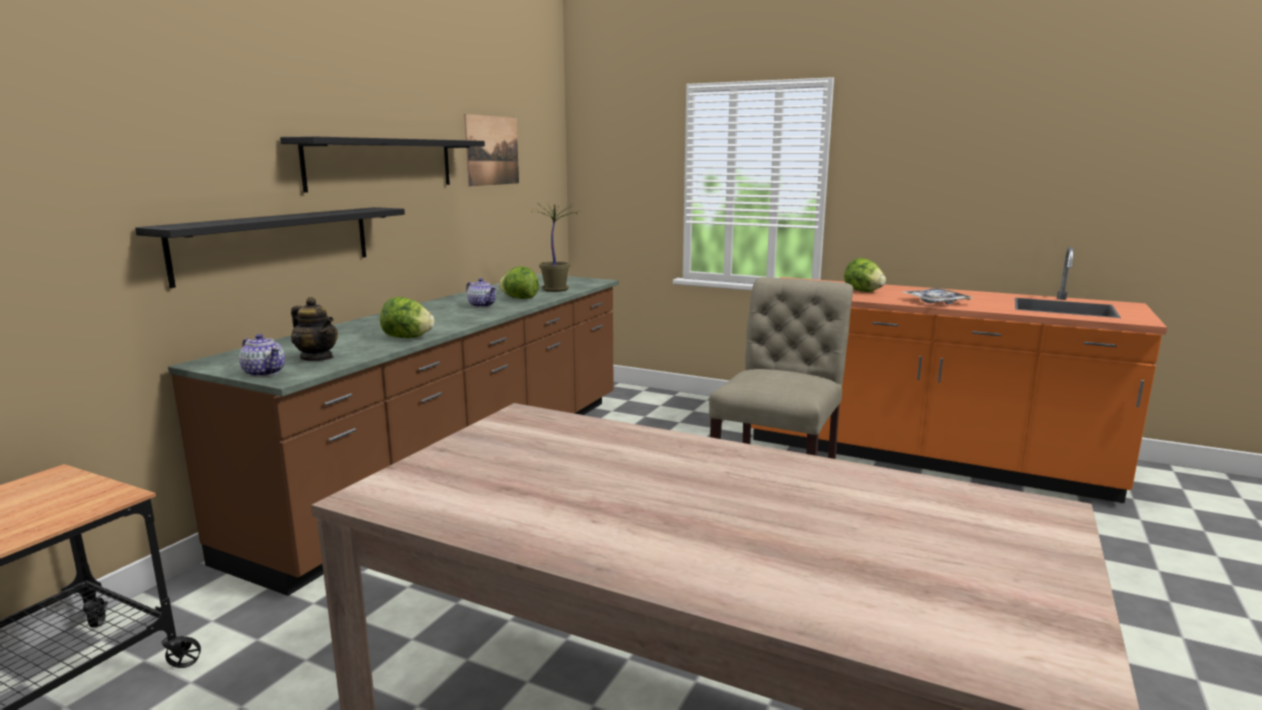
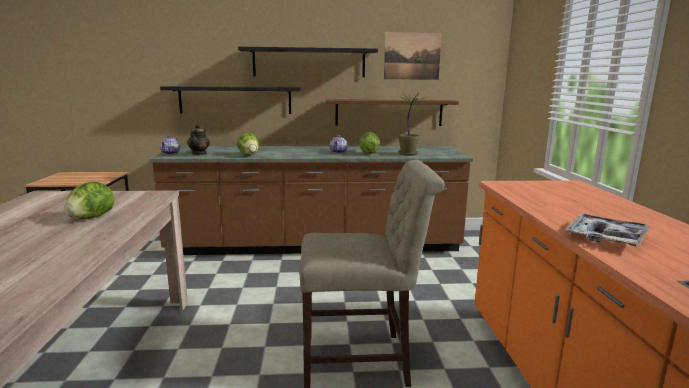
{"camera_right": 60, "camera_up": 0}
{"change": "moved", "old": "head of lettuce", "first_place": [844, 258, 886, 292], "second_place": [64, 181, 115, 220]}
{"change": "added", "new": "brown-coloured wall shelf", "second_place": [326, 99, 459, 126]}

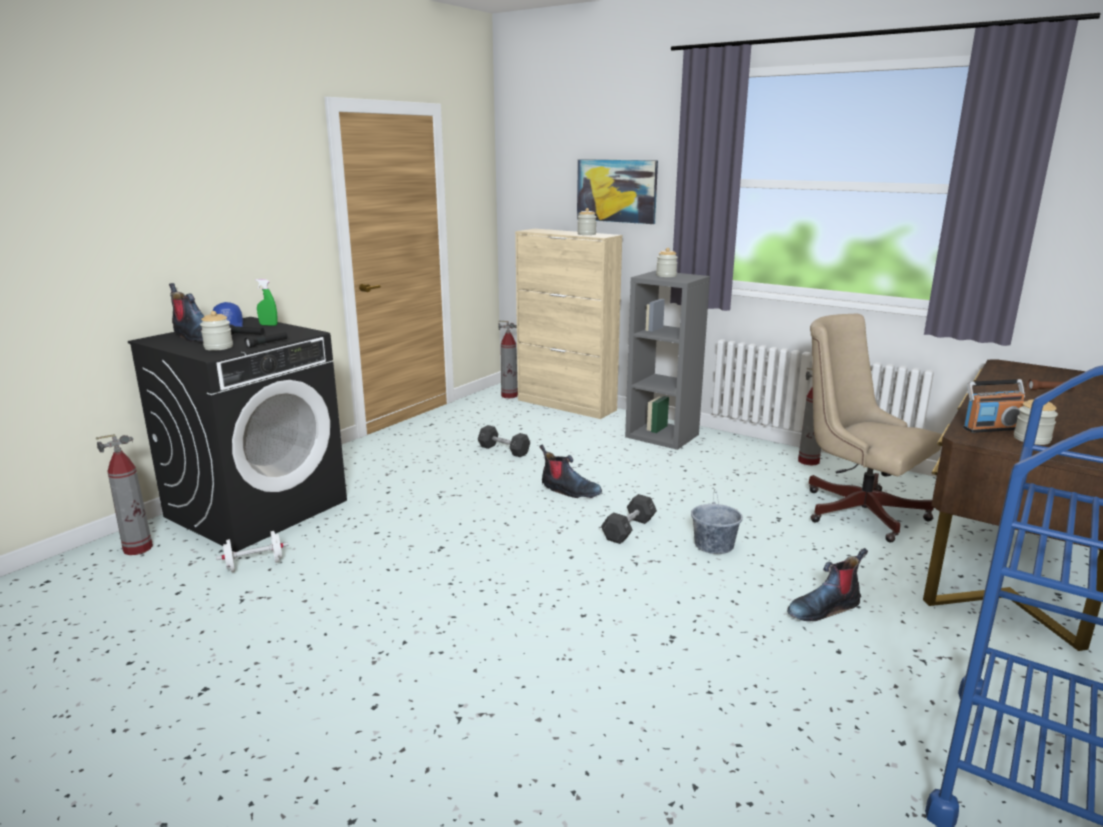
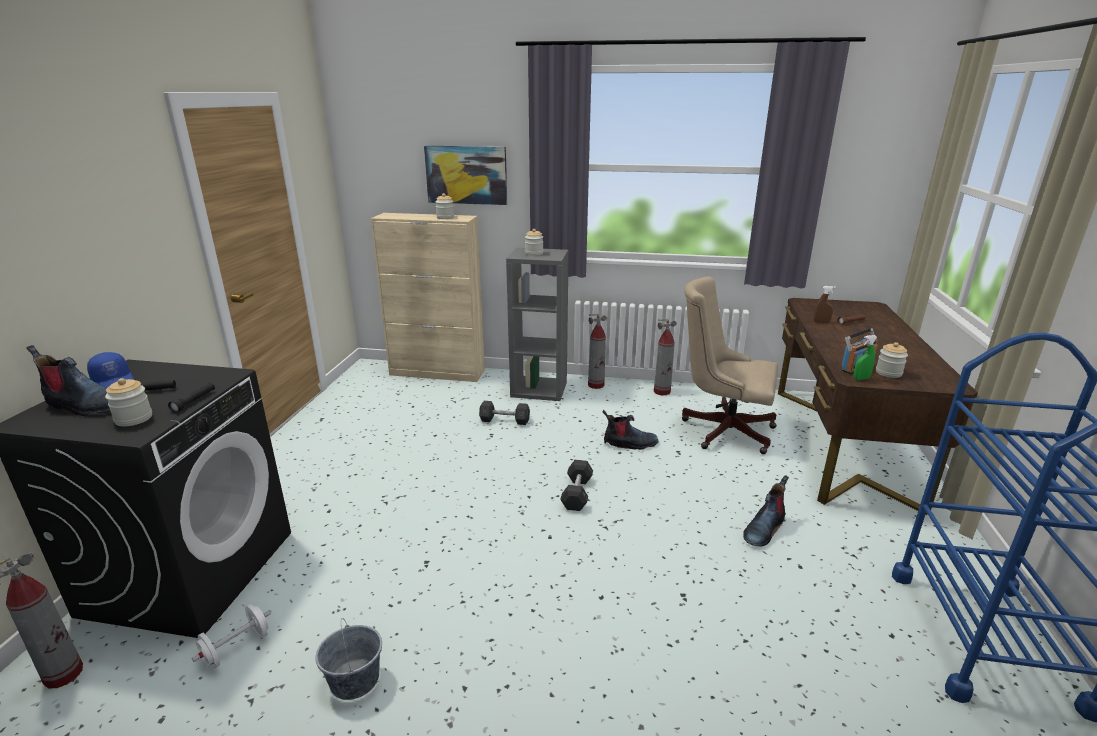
{"camera_right": -25, "camera_up": 5}
{"change": "moved", "old": "green sprayer", "first_place": [255, 279, 278, 326], "second_place": [853, 335, 877, 380]}
{"change": "moved", "old": "extinguisher", "first_place": [499, 320, 518, 398], "second_place": [588, 314, 607, 389]}
{"change": "moved", "old": "greyish hand weight", "first_place": [478, 425, 530, 457], "second_place": [479, 401, 530, 425]}
{"change": "moved", "old": "high-top boot", "first_place": [539, 445, 602, 498], "second_place": [603, 410, 658, 450]}
{"change": "moved", "old": "greyish pail", "first_place": [691, 489, 743, 554], "second_place": [316, 618, 382, 700]}
{"change": "added", "new": "brown-coloured sprayer", "second_place": [814, 286, 836, 323]}

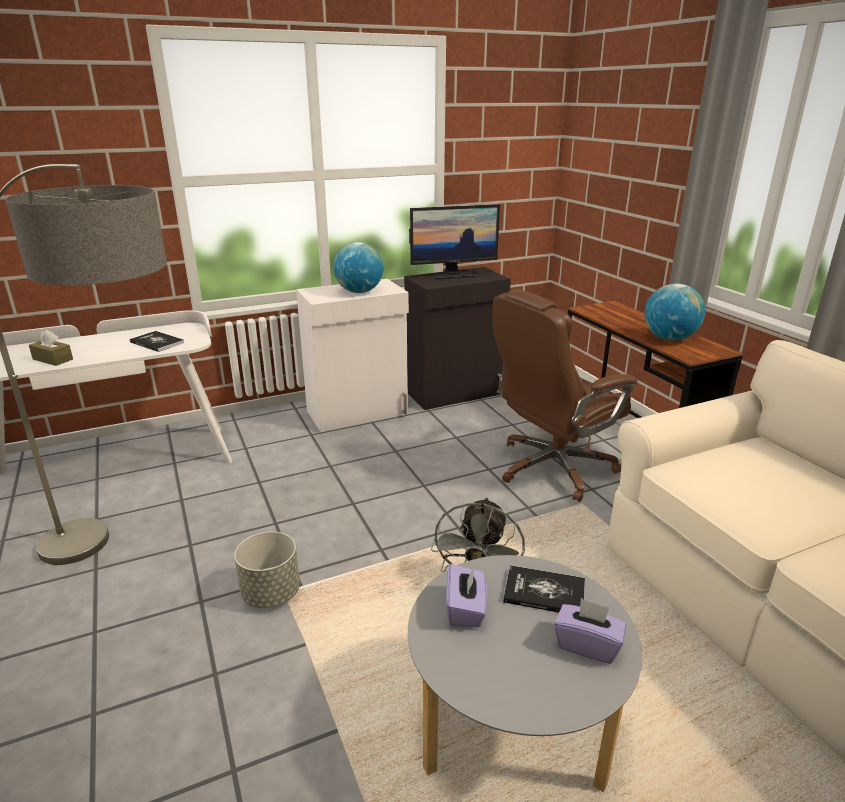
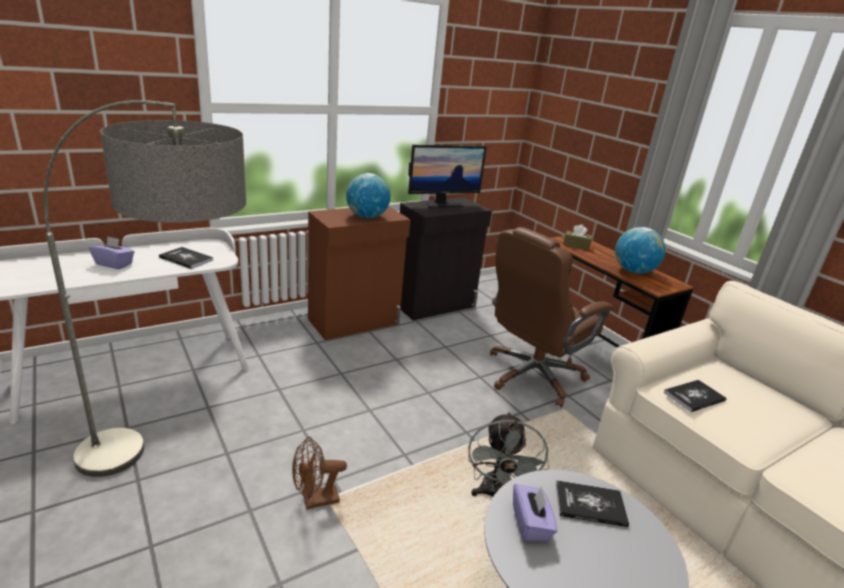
{"camera_right": -10, "camera_up": 0}
{"change": "recoloured", "old": "whitish storage cabinet", "new": "brown-coloured storage cabinet", "first_place": [296, 279, 409, 432], "second_place": [308, 206, 411, 340]}
{"change": "moved", "old": "brown-coloured tissue holder", "first_place": [29, 330, 73, 366], "second_place": [563, 224, 592, 250]}
{"change": "replaced", "old": "greyish flower pot", "new": "brown-coloured electric fan", "first_place": [234, 532, 300, 608], "second_place": [292, 437, 347, 509]}
{"change": "moved", "old": "purple-coloured tissue holder", "first_place": [554, 598, 626, 664], "second_place": [89, 236, 134, 269]}
{"change": "added", "new": "bound book", "second_place": [664, 380, 727, 412]}

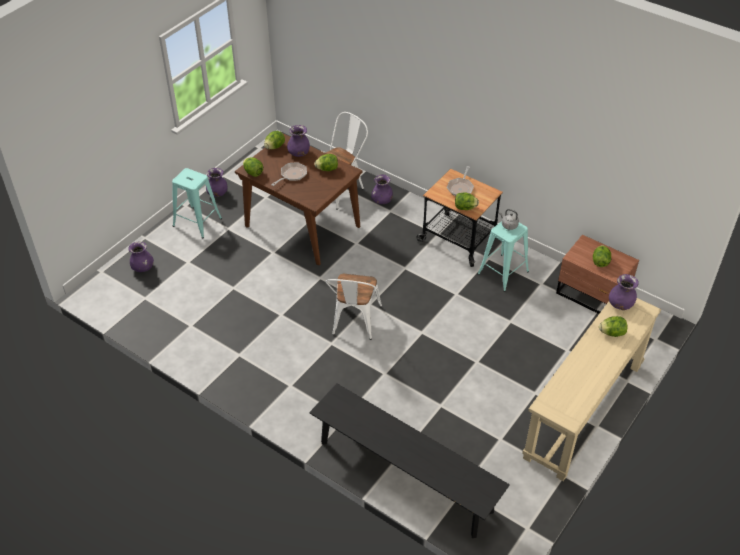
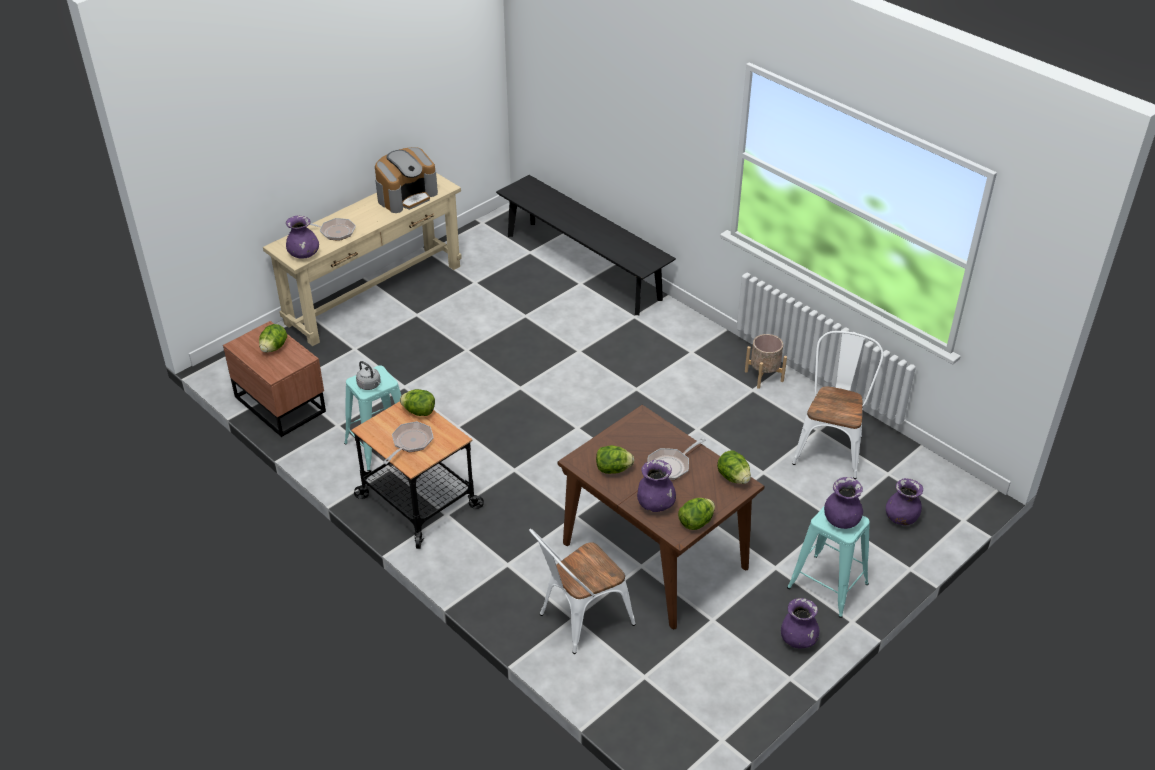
{"camera_right": -170, "camera_up": -5}
{"change": "moved", "old": "purple-coloured vase", "first_place": [371, 174, 393, 204], "second_place": [824, 477, 863, 529]}
{"change": "moved", "old": "whitish chair", "first_place": [325, 274, 382, 340], "second_place": [792, 331, 884, 479]}
{"change": "replaced", "old": "head of lettuce", "new": "pan", "first_place": [599, 316, 628, 337], "second_place": [310, 218, 356, 241]}
{"change": "added", "new": "coffee maker", "second_place": [375, 147, 438, 213]}
{"change": "added", "new": "sand-coloured flower pot", "second_place": [745, 334, 787, 389]}

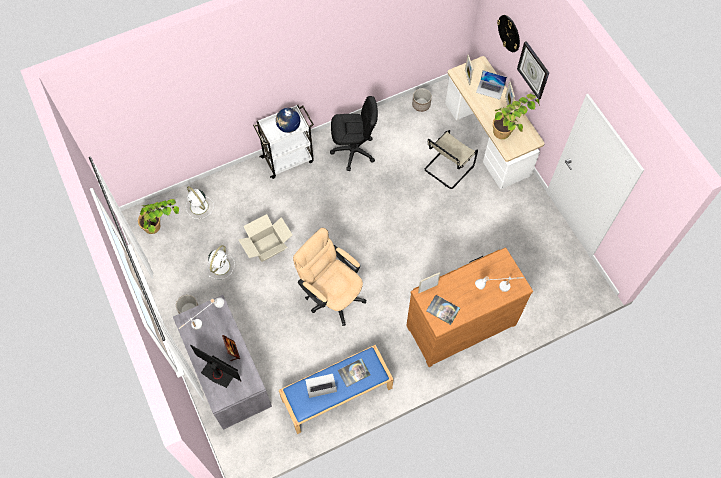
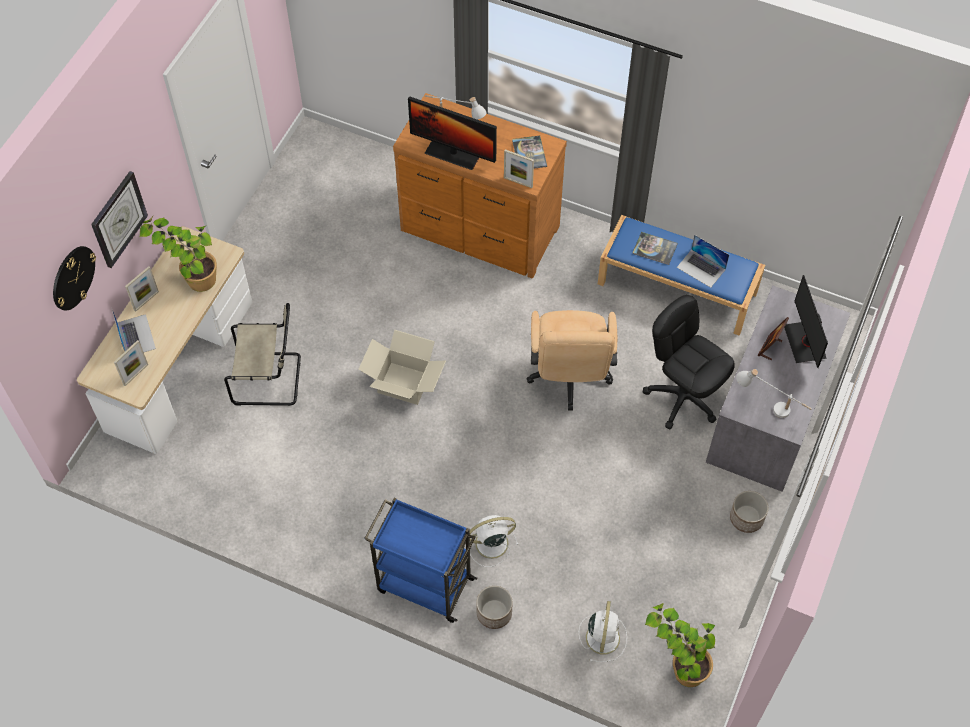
{"camera_right": -130, "camera_up": -5}
{"change": "moved", "old": "flower pot", "first_place": [412, 89, 432, 112], "second_place": [476, 586, 513, 629]}
{"change": "moved", "old": "blackish office chair", "first_place": [330, 96, 378, 171], "second_place": [643, 295, 735, 429]}
{"change": "recoloured", "old": "whitish cart", "new": "blue-coloured cart", "first_place": [253, 105, 314, 179], "second_place": [364, 498, 477, 623]}
{"change": "removed", "old": "world globe", "first_place": [276, 108, 300, 133]}
{"change": "moved", "old": "cardboard box", "first_place": [239, 214, 293, 262], "second_place": [358, 330, 446, 405]}
{"change": "moved", "old": "whitish electric fan", "first_place": [207, 245, 235, 279], "second_place": [470, 515, 519, 567]}
{"change": "added", "new": "computer screen", "second_place": [408, 96, 497, 170]}

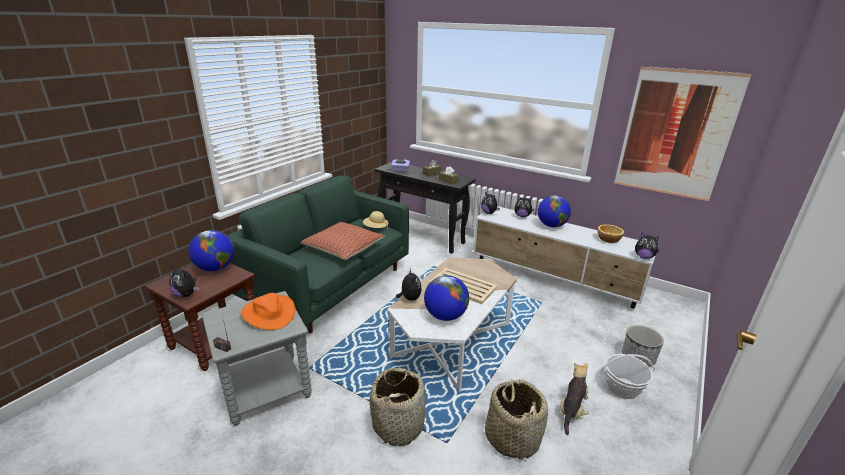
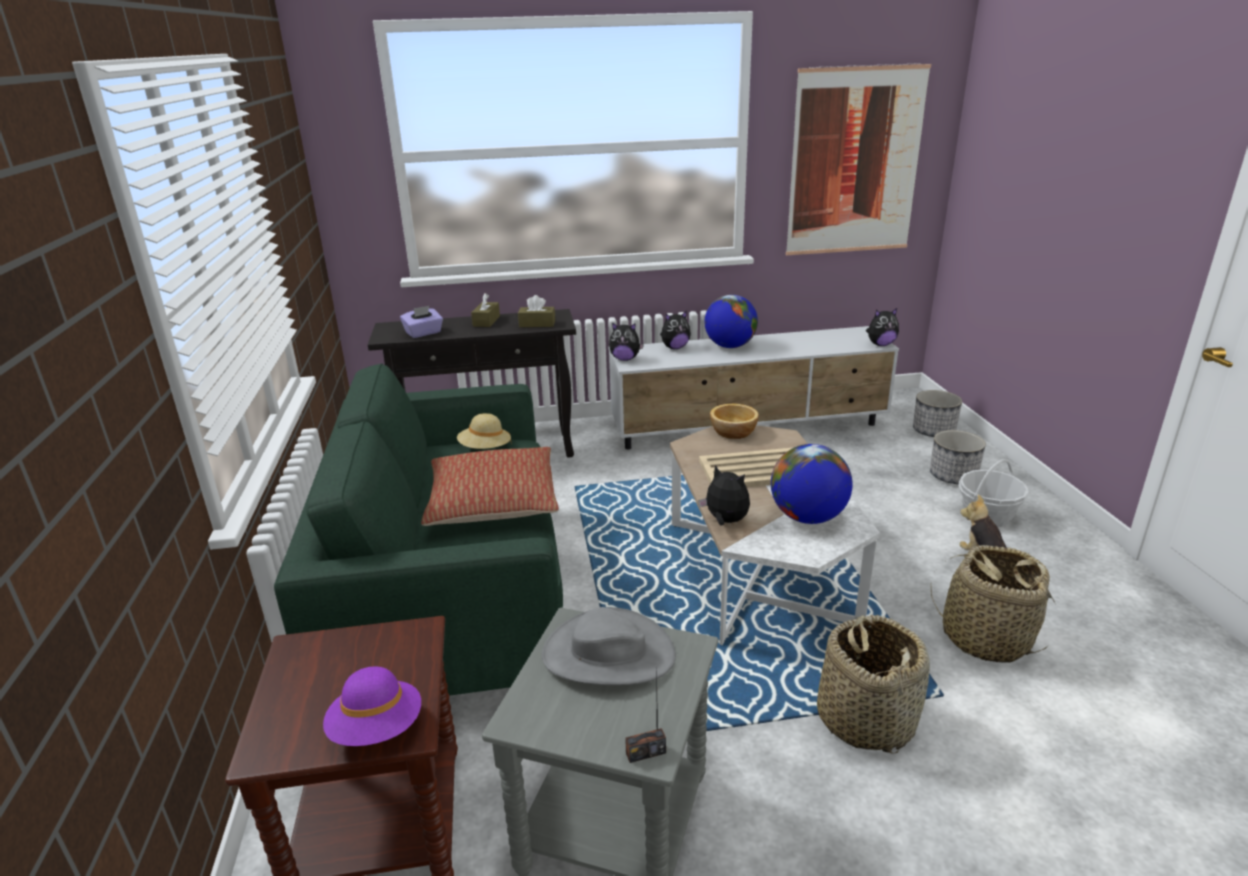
{"camera_right": -40, "camera_up": 0}
{"change": "moved", "old": "deep dish", "first_place": [598, 224, 624, 243], "second_place": [710, 404, 759, 439]}
{"change": "removed", "old": "world globe", "first_place": [189, 230, 234, 271]}
{"change": "replaced", "old": "plush toy", "new": "purple-coloured clothing hat", "first_place": [169, 265, 199, 297], "second_place": [323, 666, 421, 746]}
{"change": "recoloured", "old": "orange-coloured clothing hat", "new": "greyish clothing hat", "first_place": [241, 293, 295, 330], "second_place": [542, 607, 676, 685]}
{"change": "added", "new": "flower pot", "second_place": [913, 390, 962, 437]}

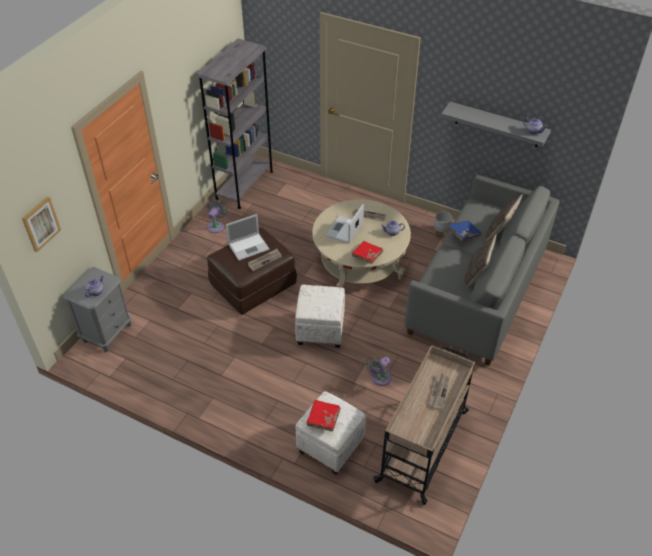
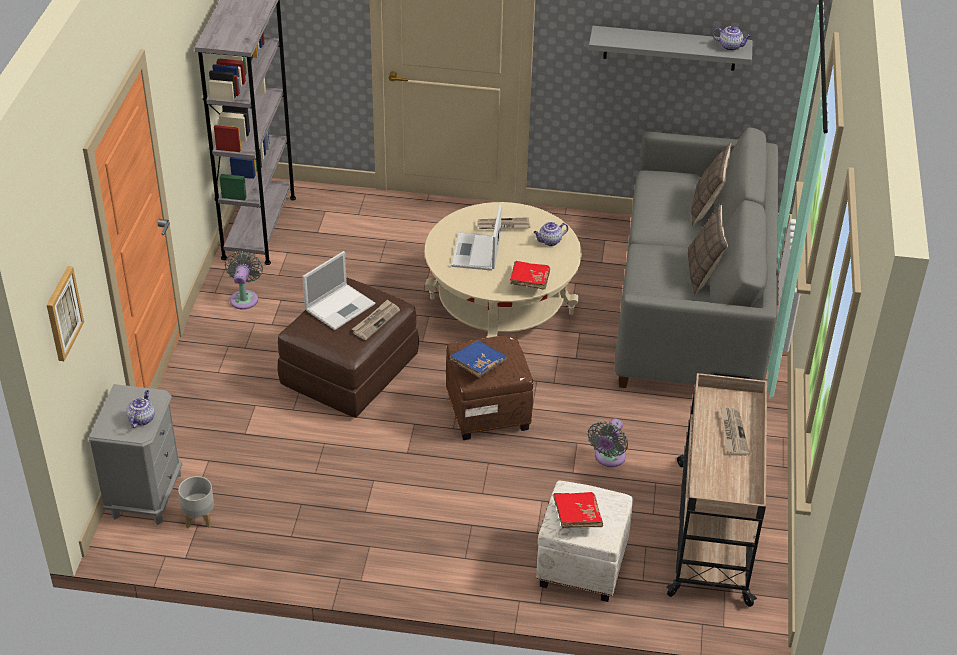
{"camera_right": -20, "camera_up": -5}
{"change": "moved", "old": "greyish flower pot", "first_place": [434, 212, 453, 237], "second_place": [178, 476, 214, 528]}
{"change": "moved", "old": "blue-coloured bound book", "first_place": [448, 220, 481, 241], "second_place": [450, 340, 507, 378]}
{"change": "recoloured", "old": "whitish pouffe", "new": "brown-coloured pouffe", "first_place": [295, 285, 345, 348], "second_place": [446, 335, 533, 440]}

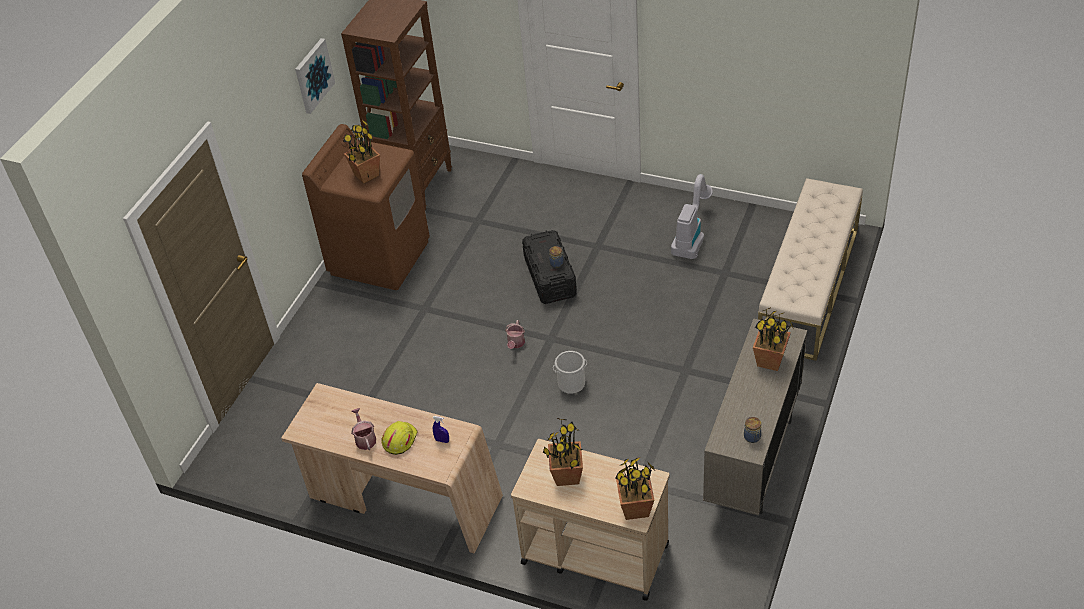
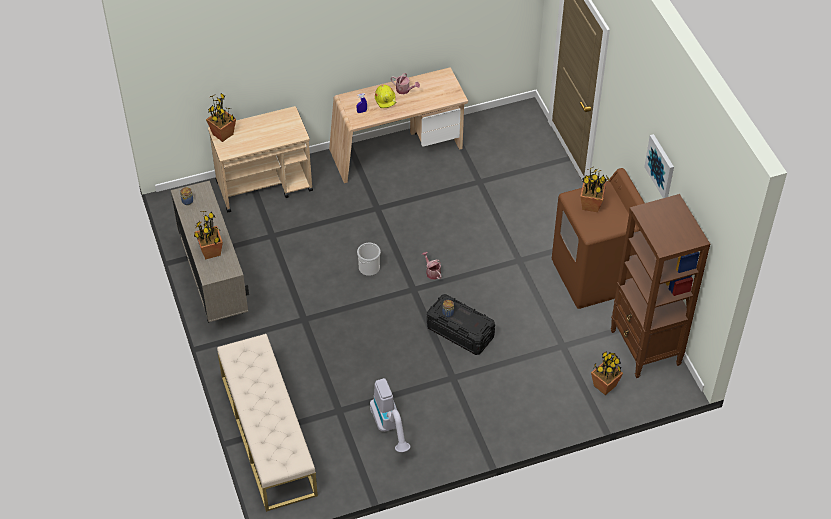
{"camera_right": 135, "camera_up": 5}
{"change": "moved", "old": "plant in a pot", "first_place": [543, 418, 583, 486], "second_place": [591, 351, 623, 395]}

